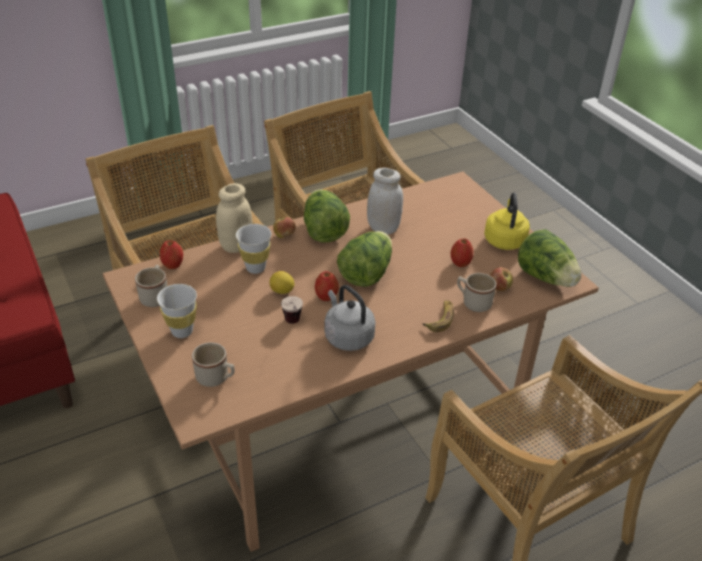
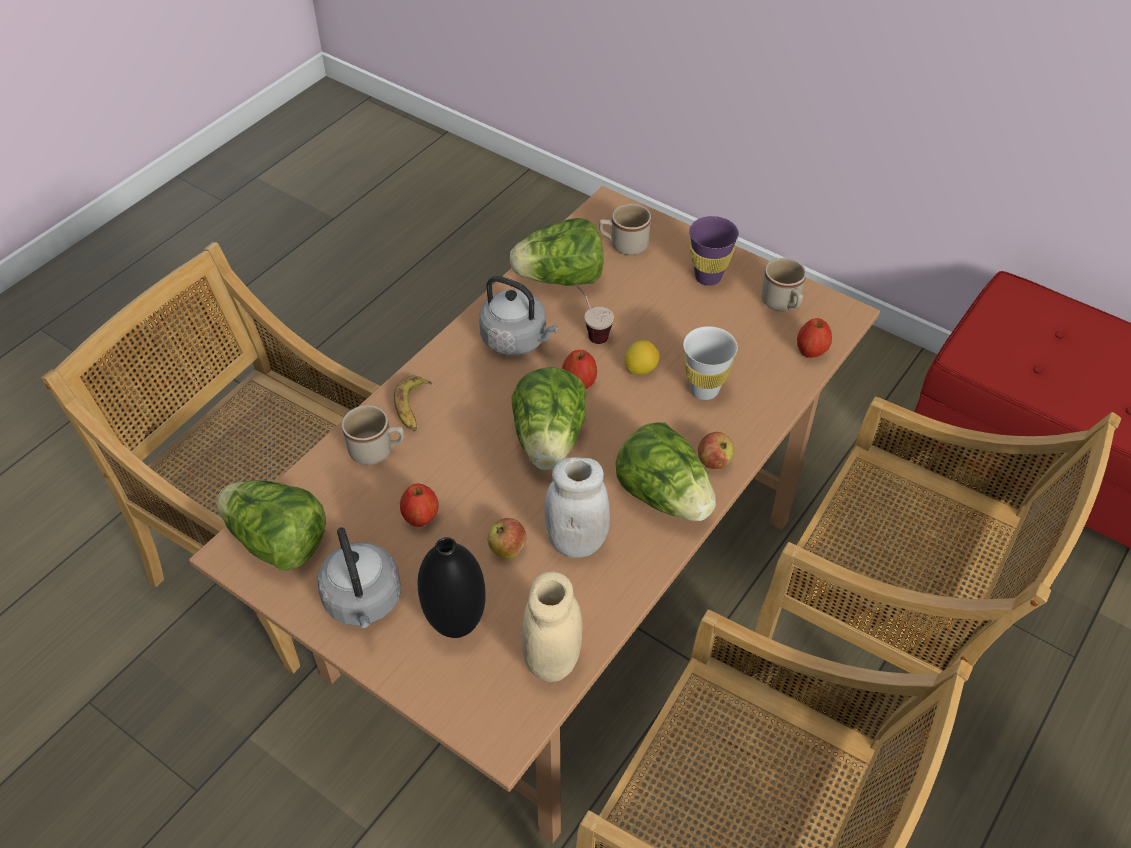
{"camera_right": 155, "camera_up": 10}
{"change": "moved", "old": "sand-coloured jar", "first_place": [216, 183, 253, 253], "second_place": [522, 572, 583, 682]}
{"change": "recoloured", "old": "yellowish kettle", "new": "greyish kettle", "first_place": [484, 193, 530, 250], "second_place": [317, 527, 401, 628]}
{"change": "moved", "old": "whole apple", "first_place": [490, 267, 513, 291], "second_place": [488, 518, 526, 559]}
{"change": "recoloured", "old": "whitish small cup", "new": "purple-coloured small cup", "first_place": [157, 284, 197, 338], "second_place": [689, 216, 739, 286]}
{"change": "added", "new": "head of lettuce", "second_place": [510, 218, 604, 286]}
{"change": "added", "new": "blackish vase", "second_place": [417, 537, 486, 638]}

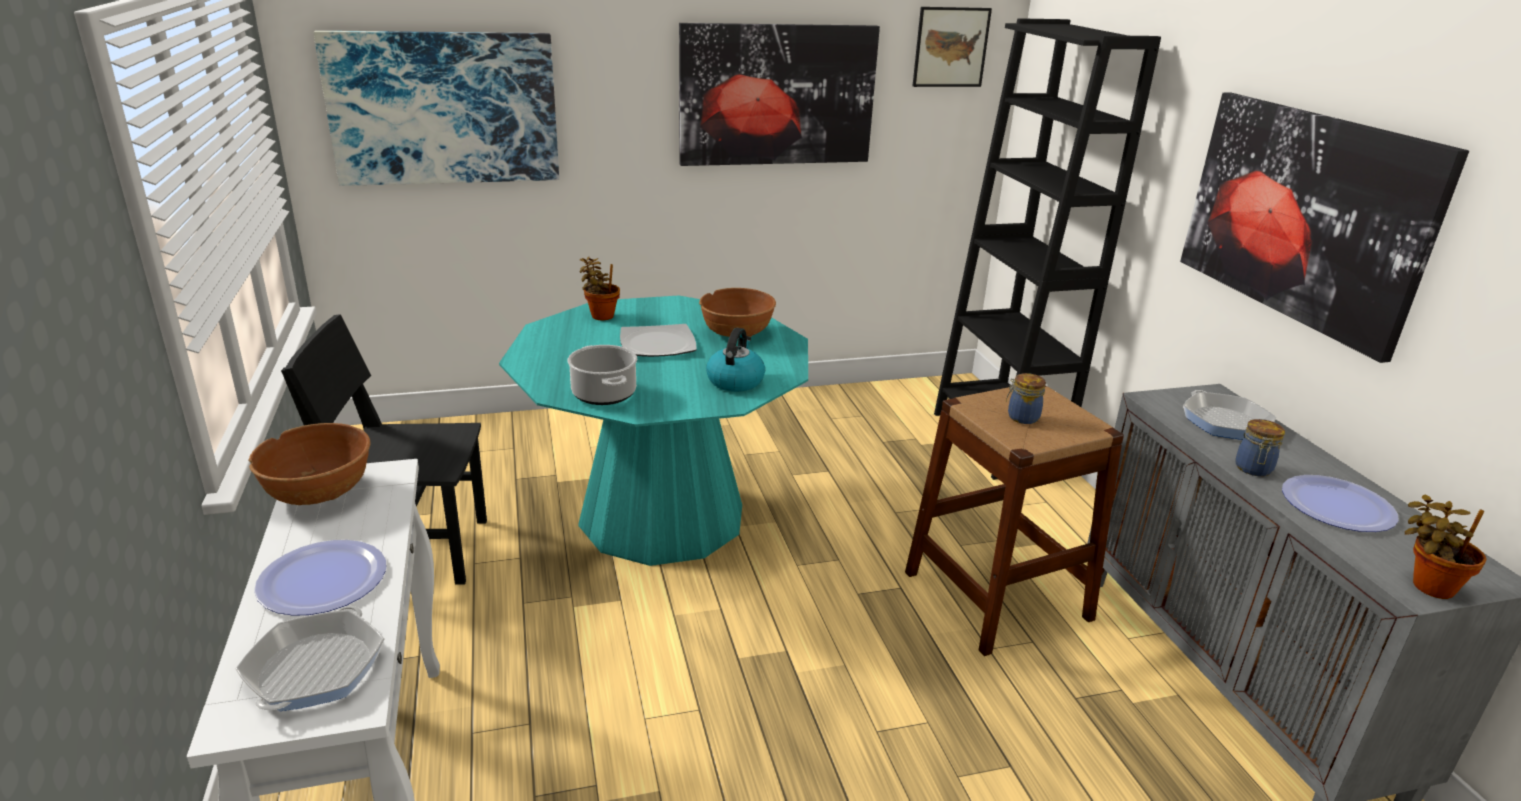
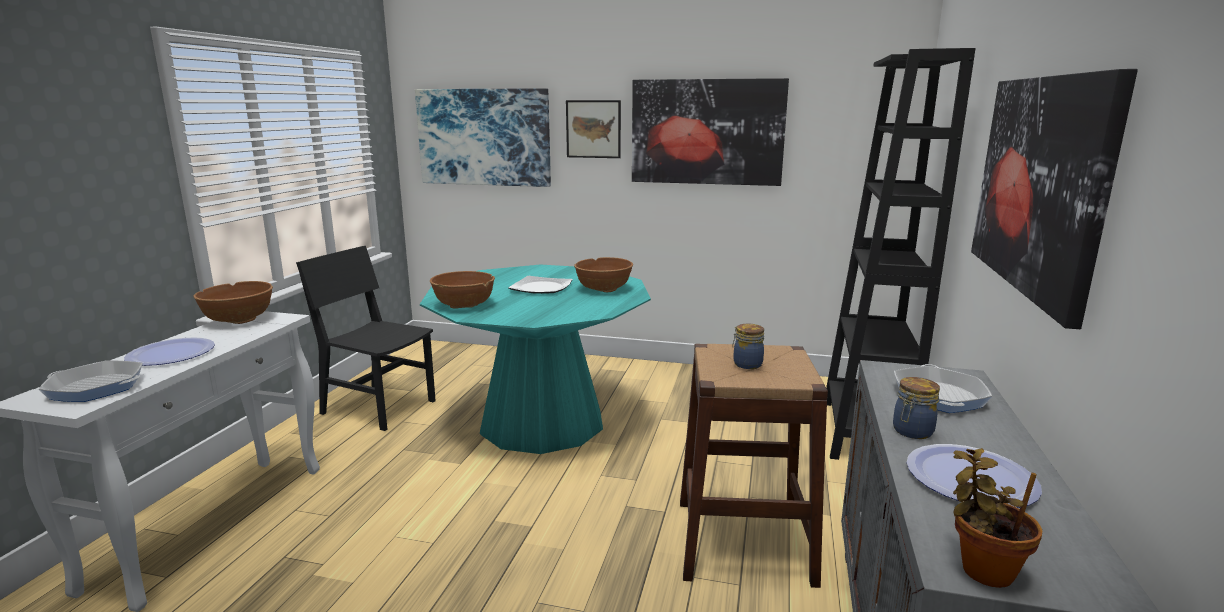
{"camera_right": 30, "camera_up": -10}
{"change": "moved", "old": "wall picture", "first_place": [913, 7, 992, 87], "second_place": [566, 100, 621, 158]}
{"change": "removed", "old": "plant in a pot", "first_place": [580, 256, 620, 320]}
{"change": "removed", "old": "kettle", "first_place": [706, 328, 765, 392]}
{"change": "replaced", "old": "cooking pot", "new": "brown-coloured deep dish", "first_place": [567, 345, 637, 405], "second_place": [430, 271, 495, 309]}
{"change": "turned", "old": "pan", "first_place": [236, 606, 384, 711], "second_place": [39, 360, 143, 402], "degrees": -120}

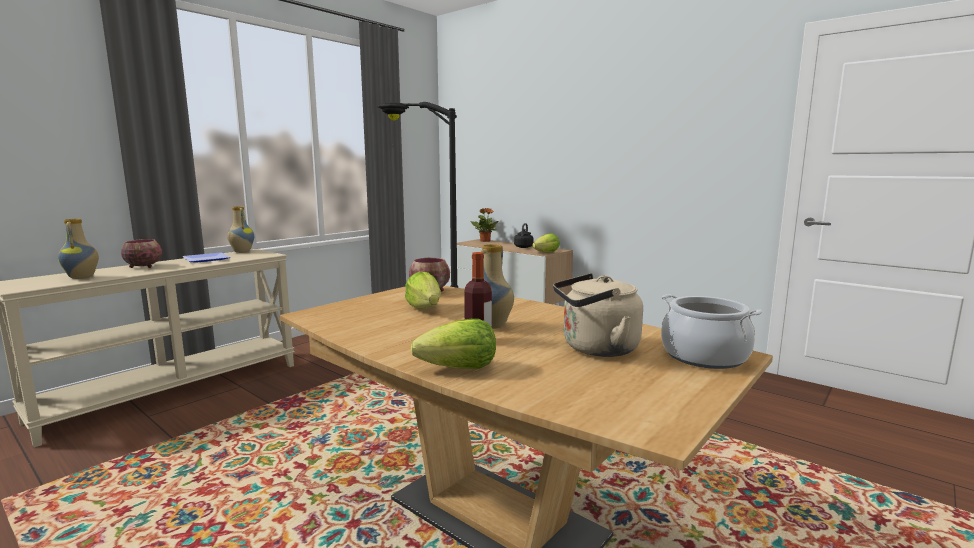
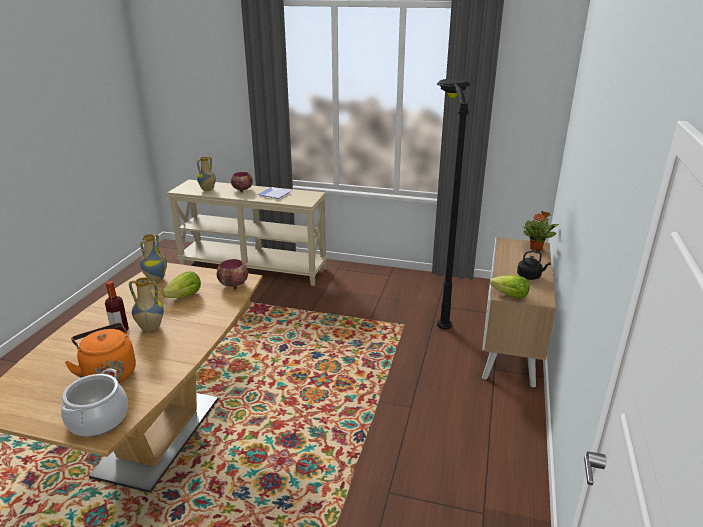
{"camera_right": 65, "camera_up": 15}
{"change": "moved", "old": "vase", "first_place": [227, 206, 254, 253], "second_place": [140, 234, 167, 281]}
{"change": "recoloured", "old": "sand-coloured kettle", "new": "orange-coloured kettle", "first_place": [553, 273, 643, 357], "second_place": [65, 323, 136, 383]}
{"change": "removed", "old": "head of lettuce", "first_place": [411, 319, 496, 369]}

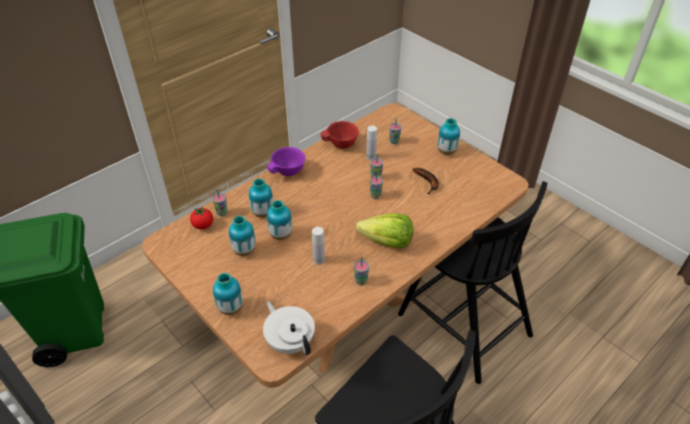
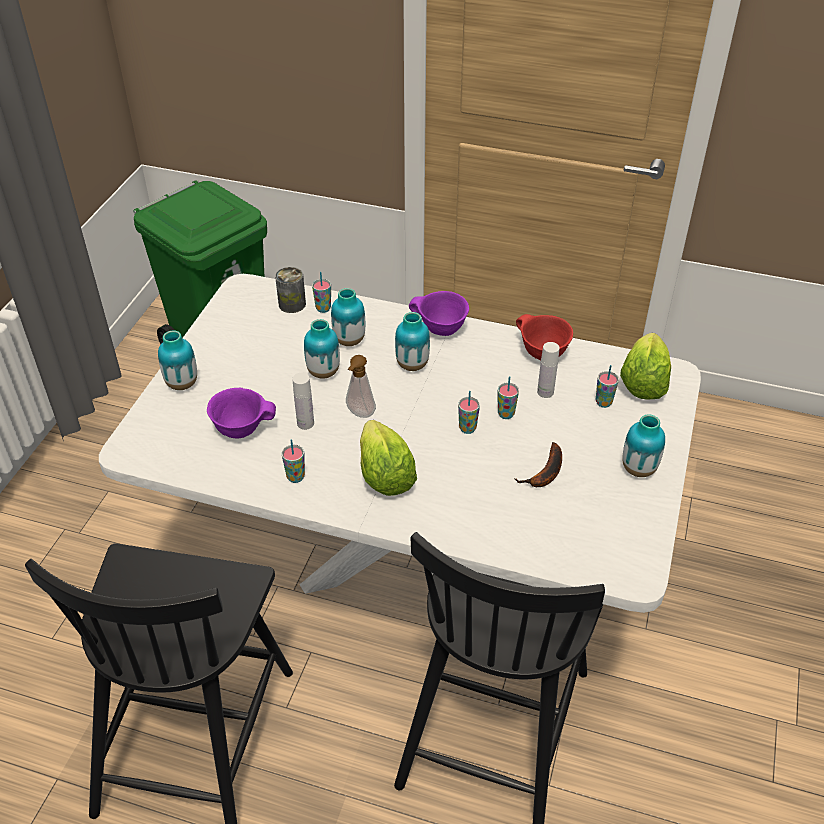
{"camera_right": 60, "camera_up": 0}
{"change": "recoloured", "old": "brown-coloured dinner table", "new": "whitish dinner table", "first_place": [142, 104, 529, 388], "second_place": [99, 274, 701, 613]}
{"change": "replaced", "old": "tomato", "new": "can", "first_place": [190, 206, 213, 229], "second_place": [275, 267, 306, 313]}
{"change": "moved", "old": "vase", "first_place": [229, 215, 256, 256], "second_place": [395, 312, 430, 371]}
{"change": "removed", "old": "whitish teapot", "first_place": [263, 301, 315, 355]}
{"change": "added", "new": "head of lettuce", "second_place": [620, 333, 671, 400]}
{"change": "added", "new": "soap bottle", "second_place": [346, 355, 376, 418]}
{"change": "added", "new": "purple-coloured deep dish", "second_place": [207, 388, 276, 438]}

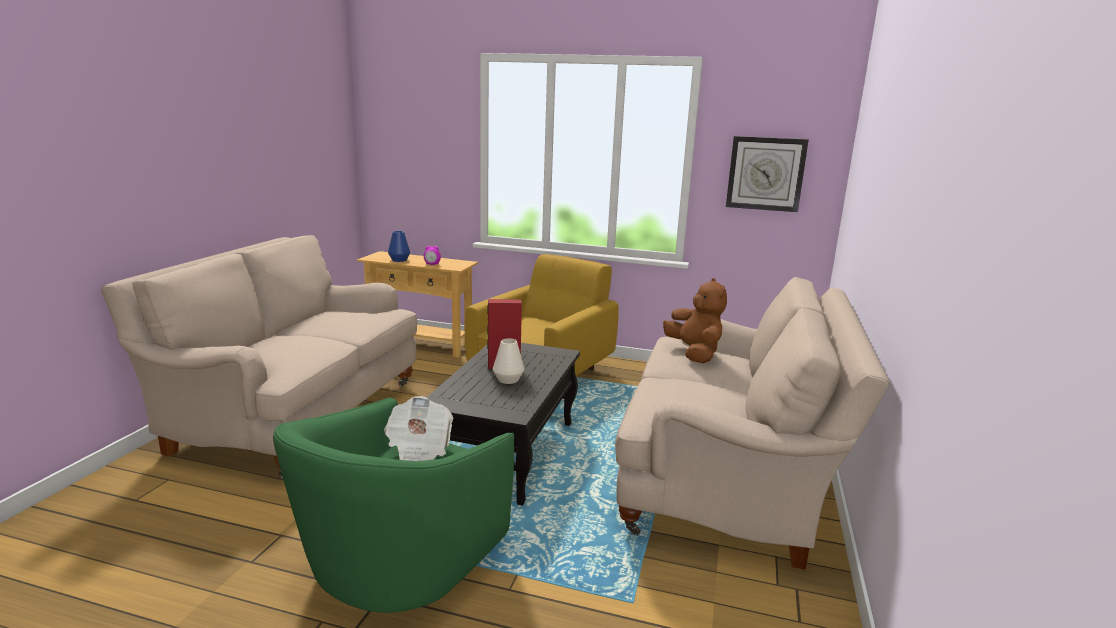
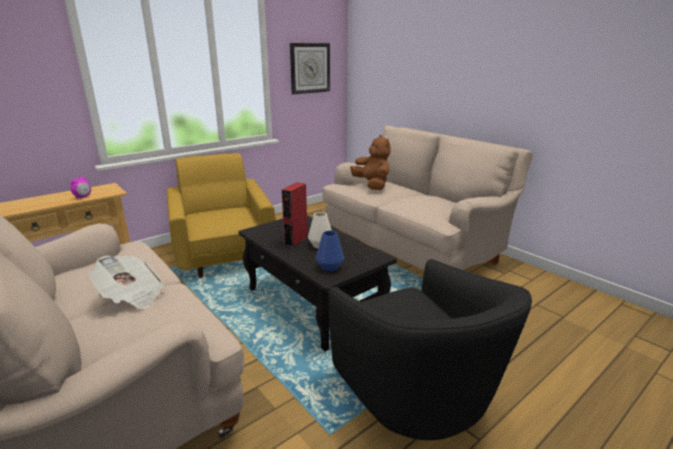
{"camera_right": -55, "camera_up": 5}
{"change": "moved", "old": "blue-coloured vase", "first_place": [388, 231, 410, 262], "second_place": [316, 231, 344, 271]}
{"change": "turned", "old": "brown-coloured plush toy", "first_place": [663, 278, 727, 363], "second_place": [350, 135, 391, 190], "degrees": 45}
{"change": "moved", "old": "newspaper", "first_place": [384, 396, 453, 461], "second_place": [89, 255, 165, 309]}
{"change": "recoloured", "old": "green armchair", "new": "blackish armchair", "first_place": [273, 397, 514, 613], "second_place": [328, 259, 532, 440]}

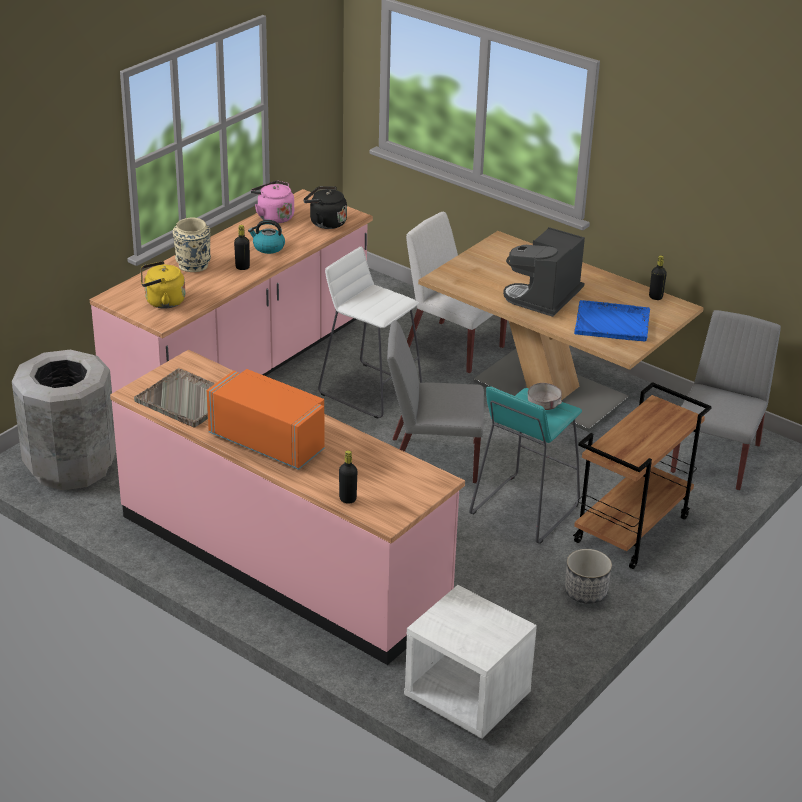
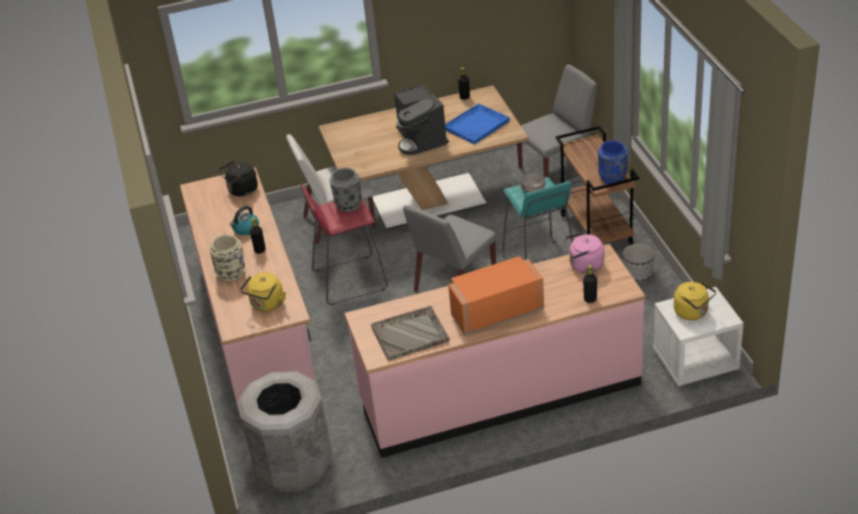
{"camera_right": -50, "camera_up": 5}
{"change": "moved", "old": "pink kettle", "first_place": [251, 181, 294, 223], "second_place": [565, 232, 604, 273]}
{"change": "recoloured", "old": "whitish sitting stool", "new": "red-coloured sitting stool", "first_place": [318, 247, 422, 419], "second_place": [301, 184, 388, 305]}
{"change": "turned", "old": "greyish chair", "first_place": [671, 310, 781, 490], "second_place": [517, 64, 597, 178], "degrees": 90}
{"change": "added", "new": "blue-coloured vase", "second_place": [598, 140, 628, 184]}
{"change": "added", "new": "greyish vase", "second_place": [329, 168, 362, 212]}
{"change": "added", "new": "yellowish kettle", "second_place": [674, 281, 716, 320]}

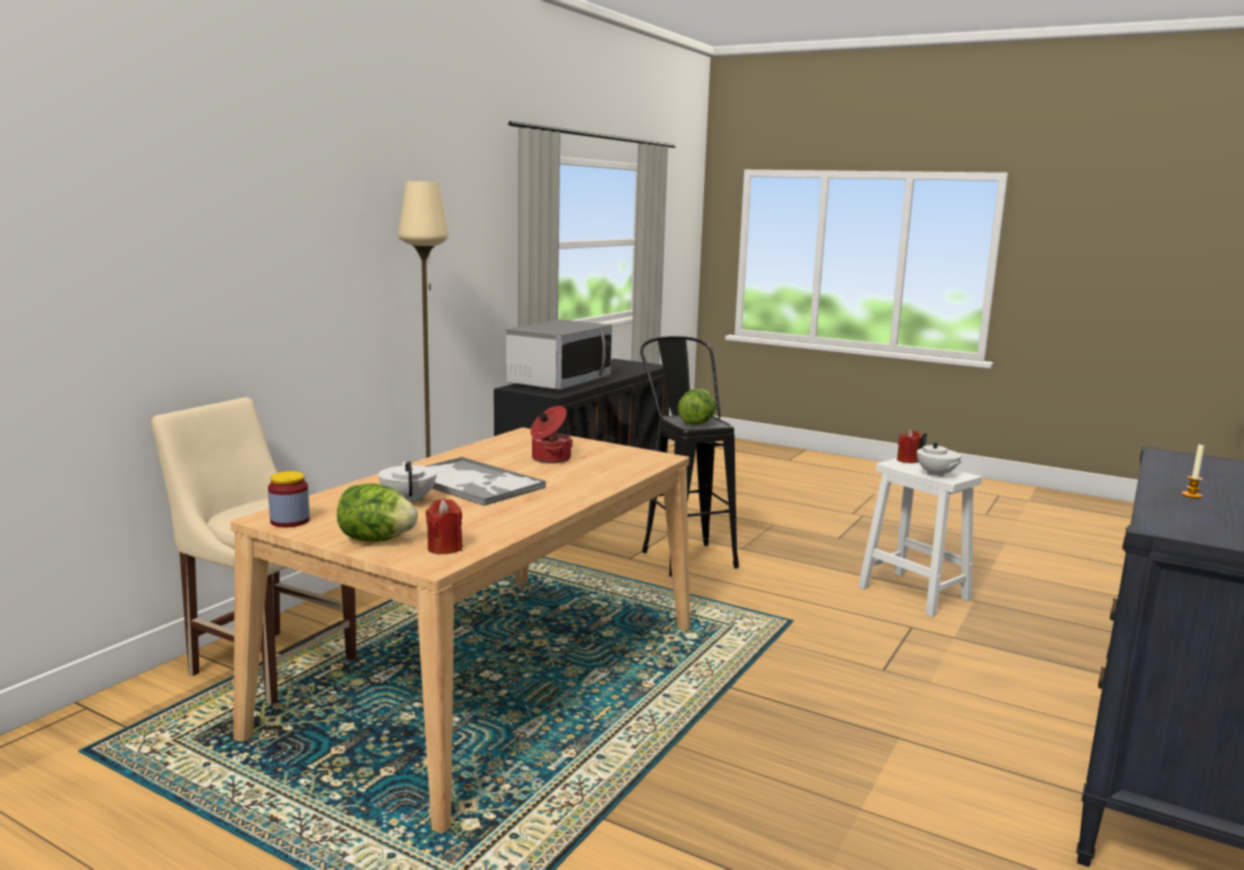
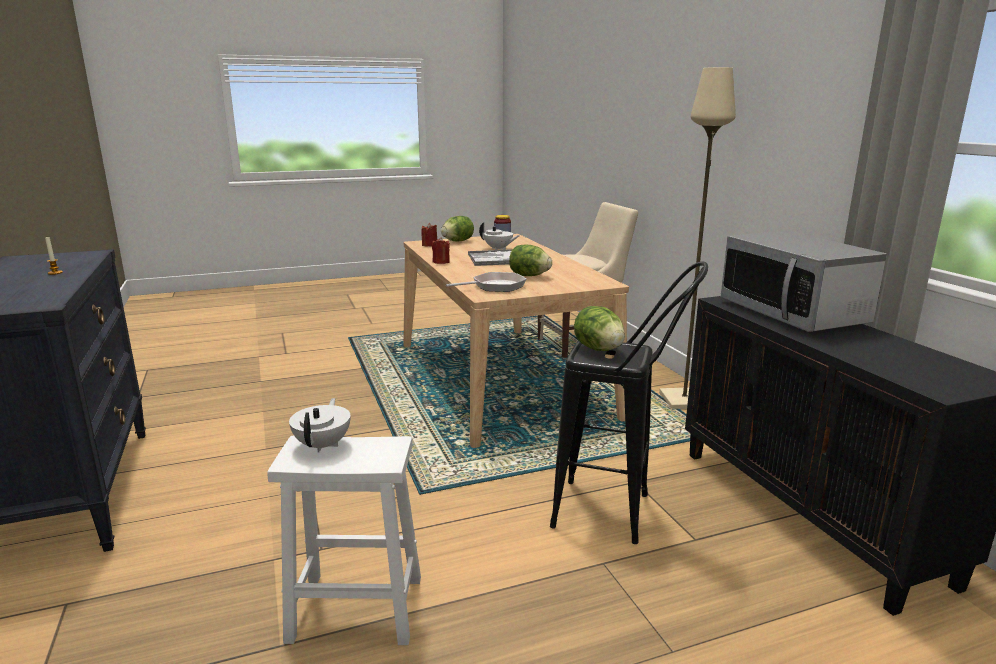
{"camera_right": 130, "camera_up": 5}
{"change": "replaced", "old": "cooking pot", "new": "head of lettuce", "first_place": [531, 406, 573, 464], "second_place": [509, 245, 552, 276]}
{"change": "moved", "old": "red-coloured candle", "first_place": [897, 430, 921, 463], "second_place": [432, 237, 450, 264]}
{"change": "turned", "old": "whitish teapot", "first_place": [917, 433, 962, 478], "second_place": [289, 398, 350, 453], "degrees": 75}
{"change": "added", "new": "pan", "second_place": [446, 272, 527, 292]}

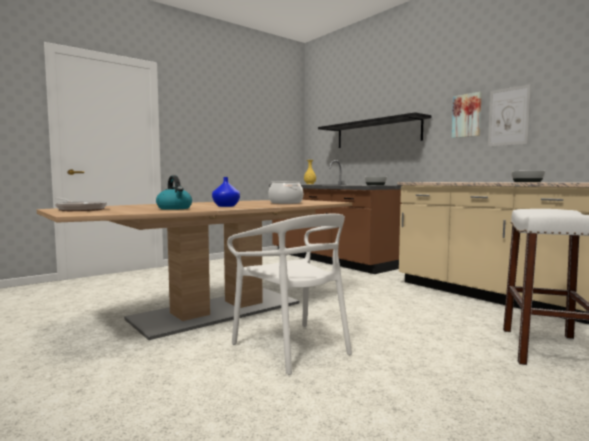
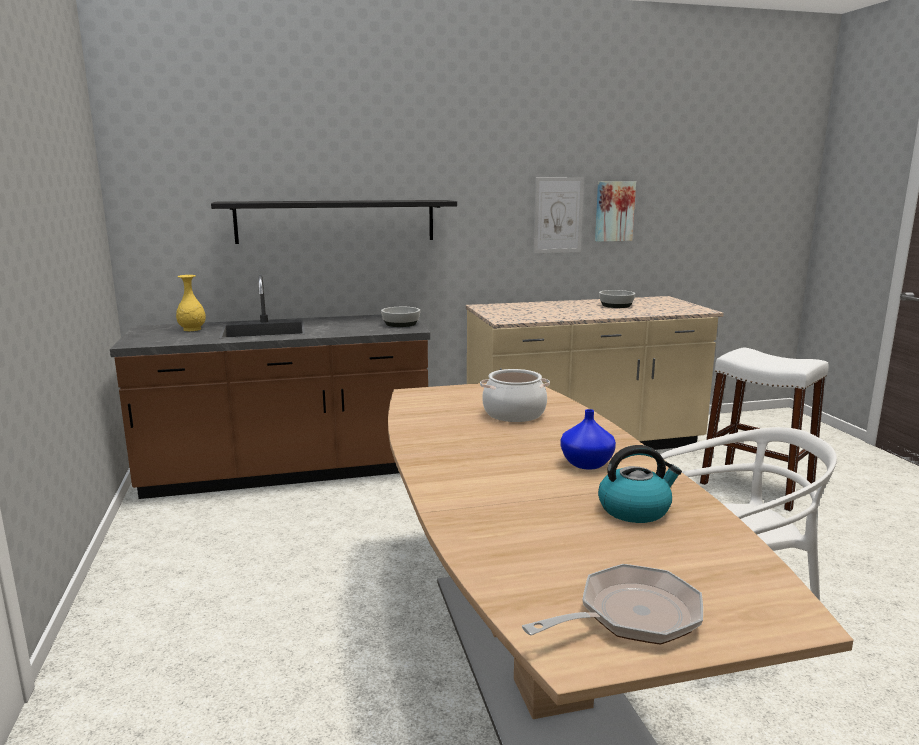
{"camera_right": -65, "camera_up": 10}
{"change": "moved", "old": "wall picture", "first_place": [452, 92, 482, 138], "second_place": [595, 181, 636, 242]}

